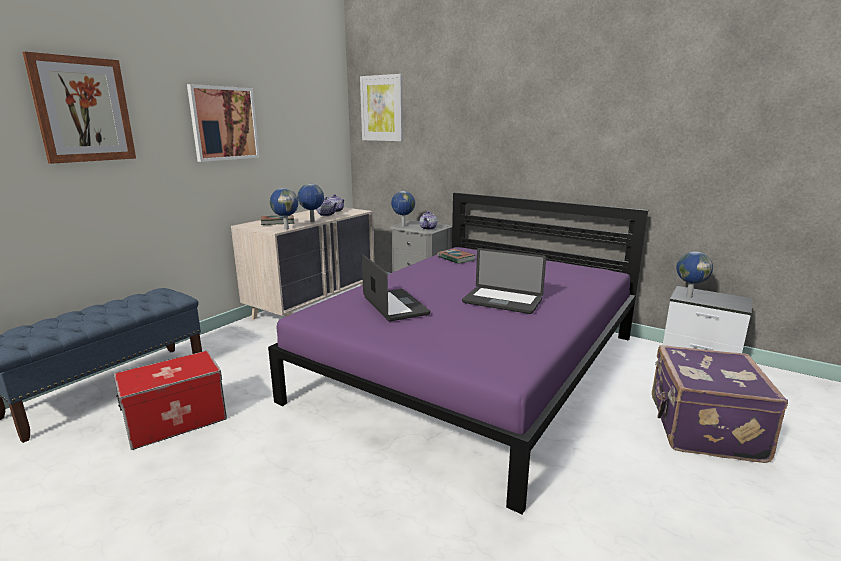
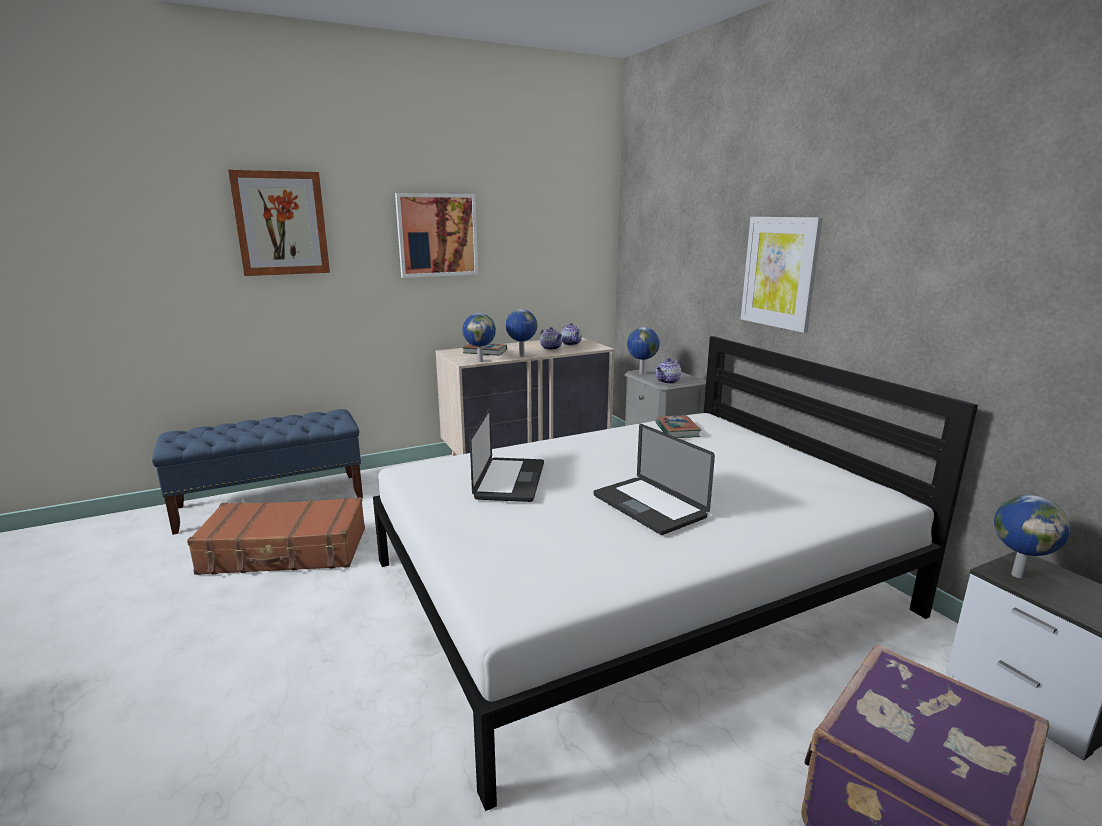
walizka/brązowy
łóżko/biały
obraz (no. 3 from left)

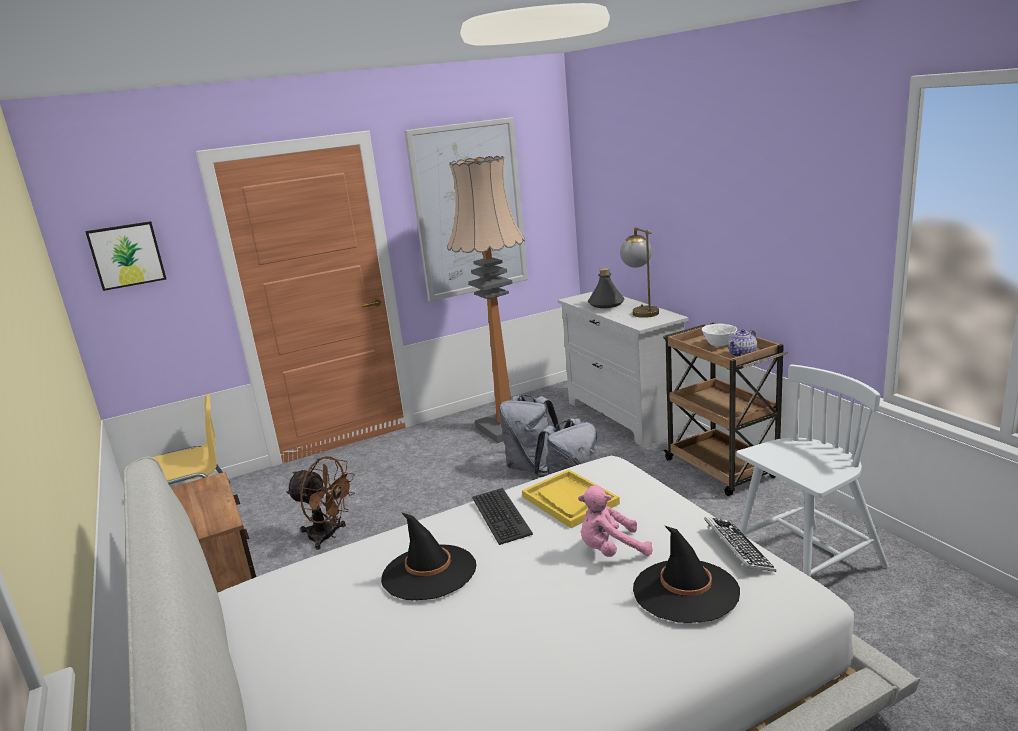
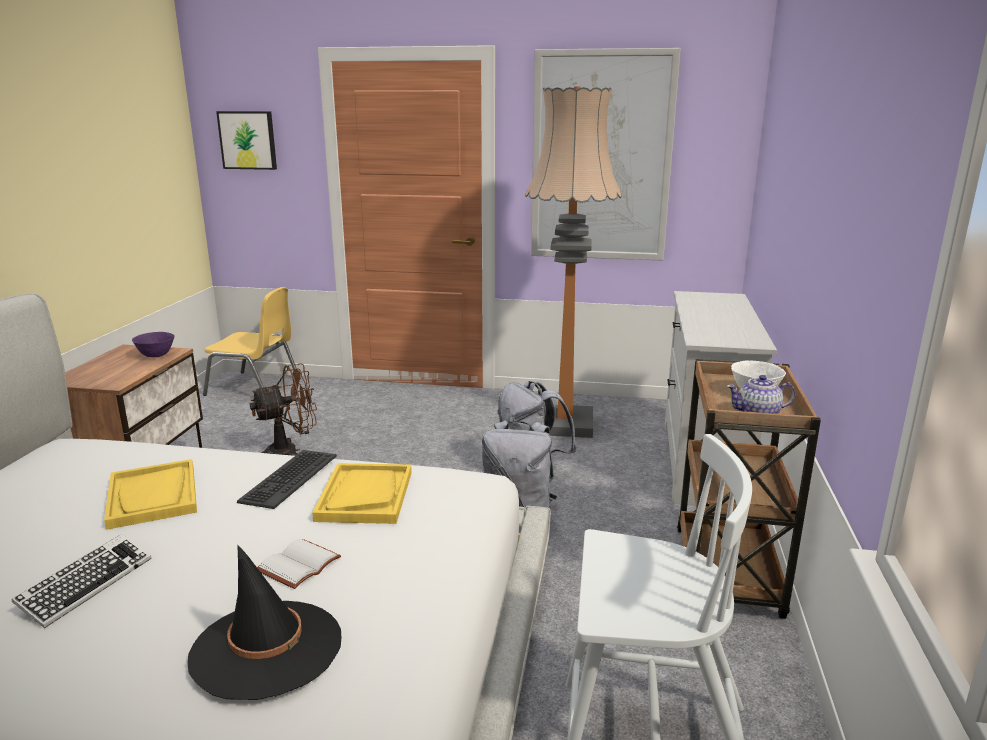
klawiatura (no. 1 from left)
taca/żółty (no. 1 from left)
miska/fioletowy
wentylator/brązowy
książka/biały
butelka/szary
lampa stołowa

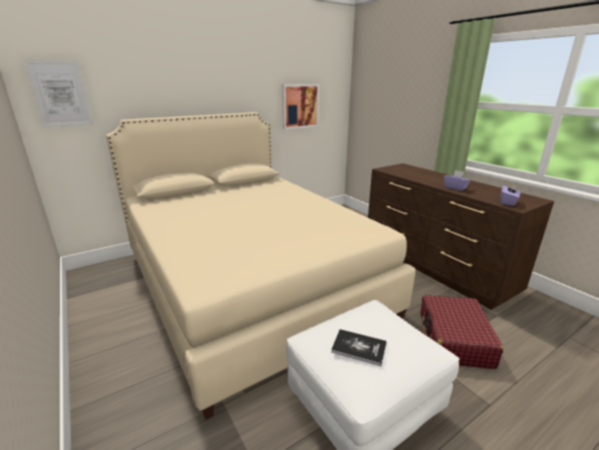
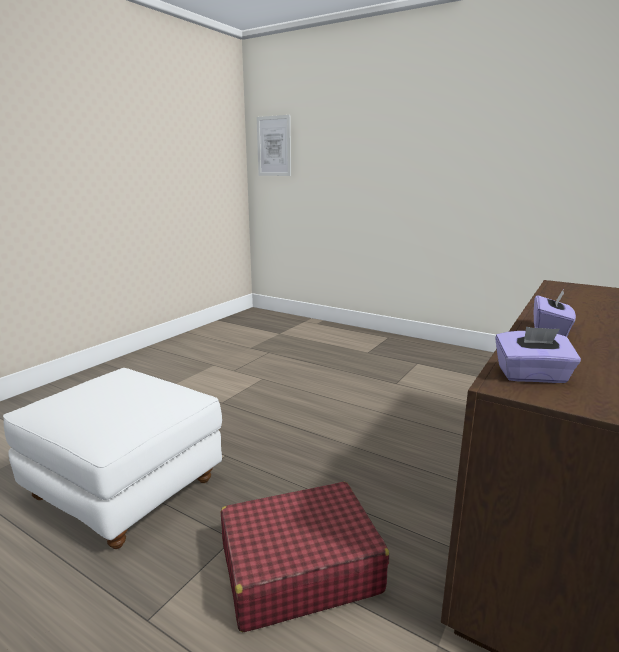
łóżko/beżowy
obraz (no. 2 from left in the first image)
książka

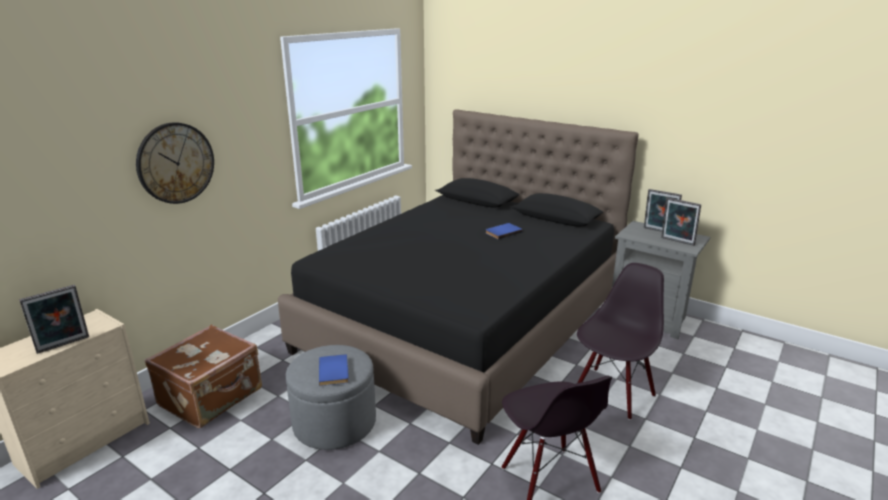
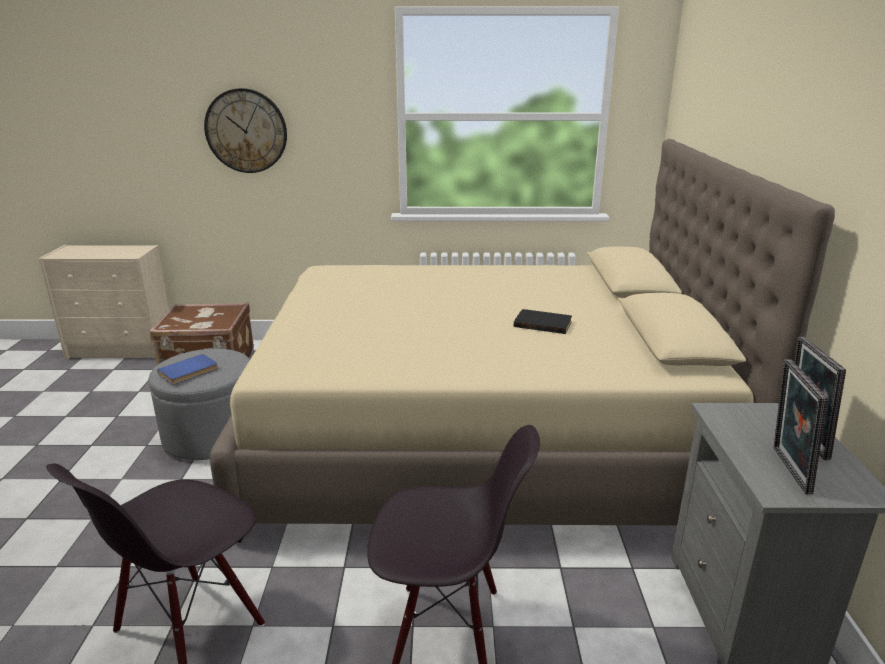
łóżko/beżowy
książka/czarny
ramka na zdjęcie (no. 1 from left in the first image)

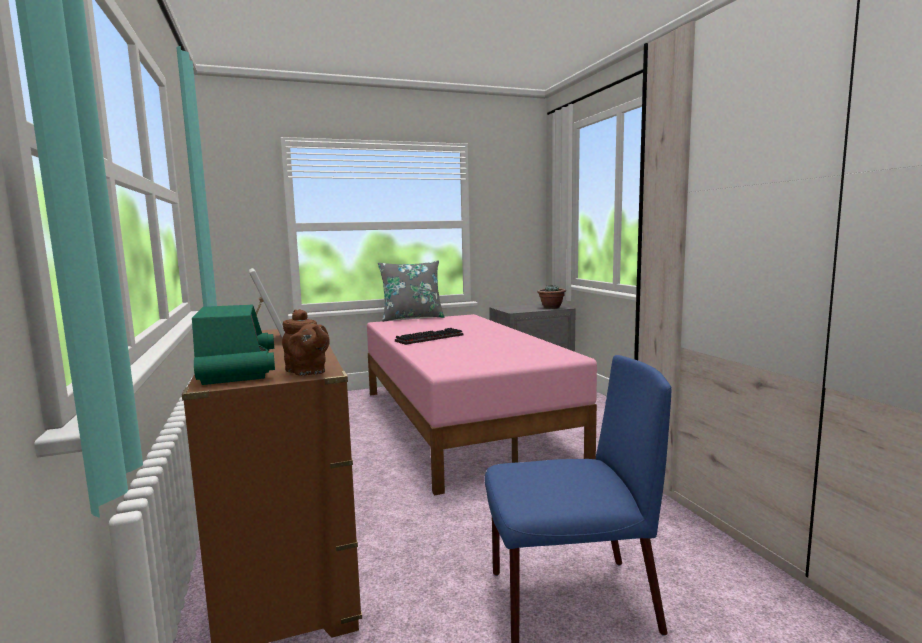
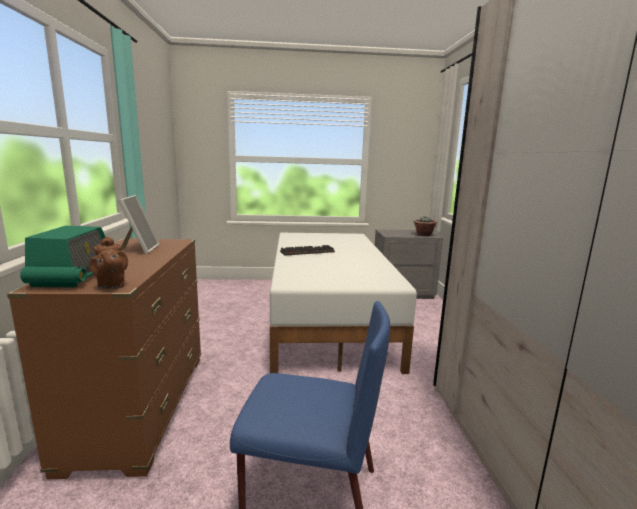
łóżko/biały
poduszka/szary

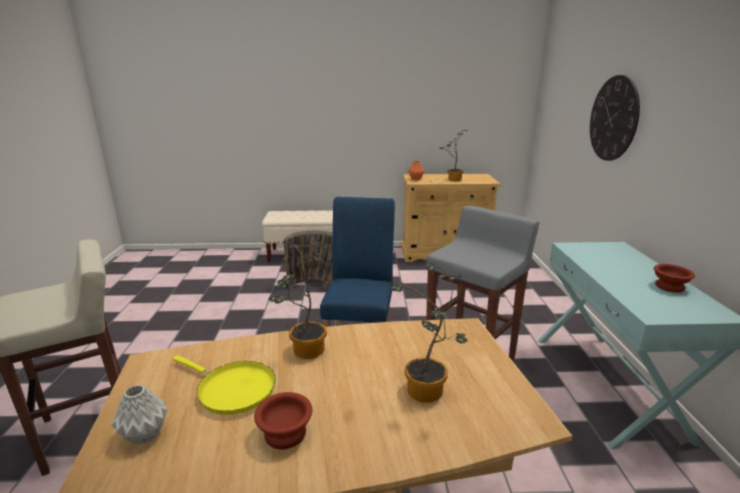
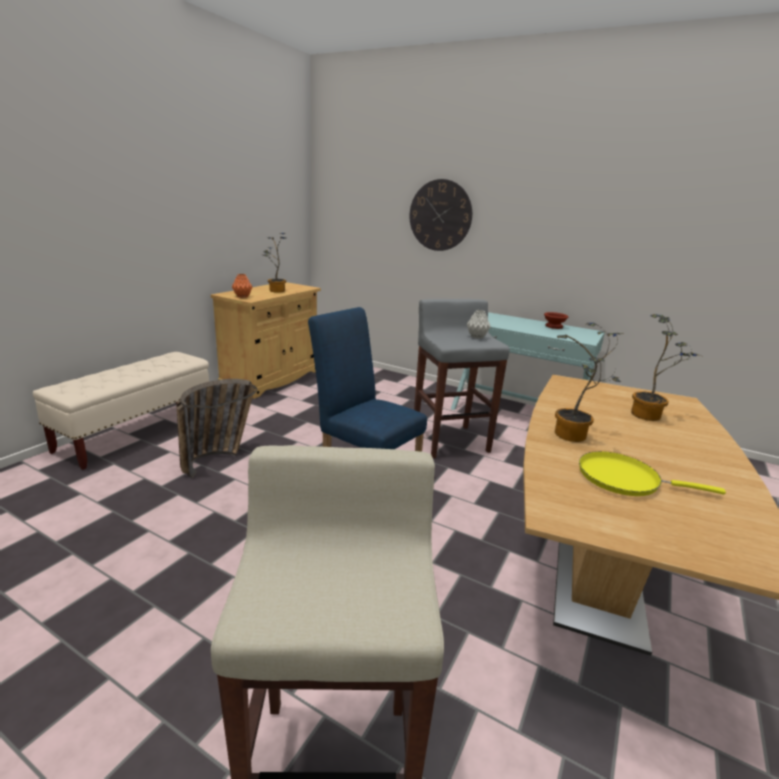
wazon/szary
patelnia/żółty
miska/brązowy (no. 1 from left in the first image)

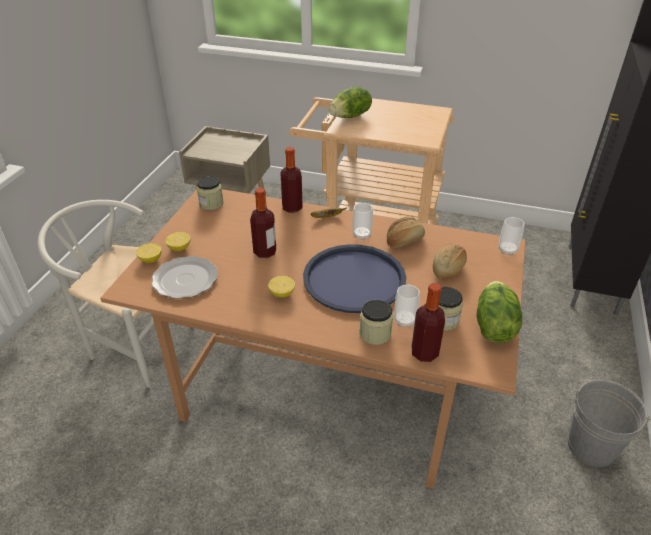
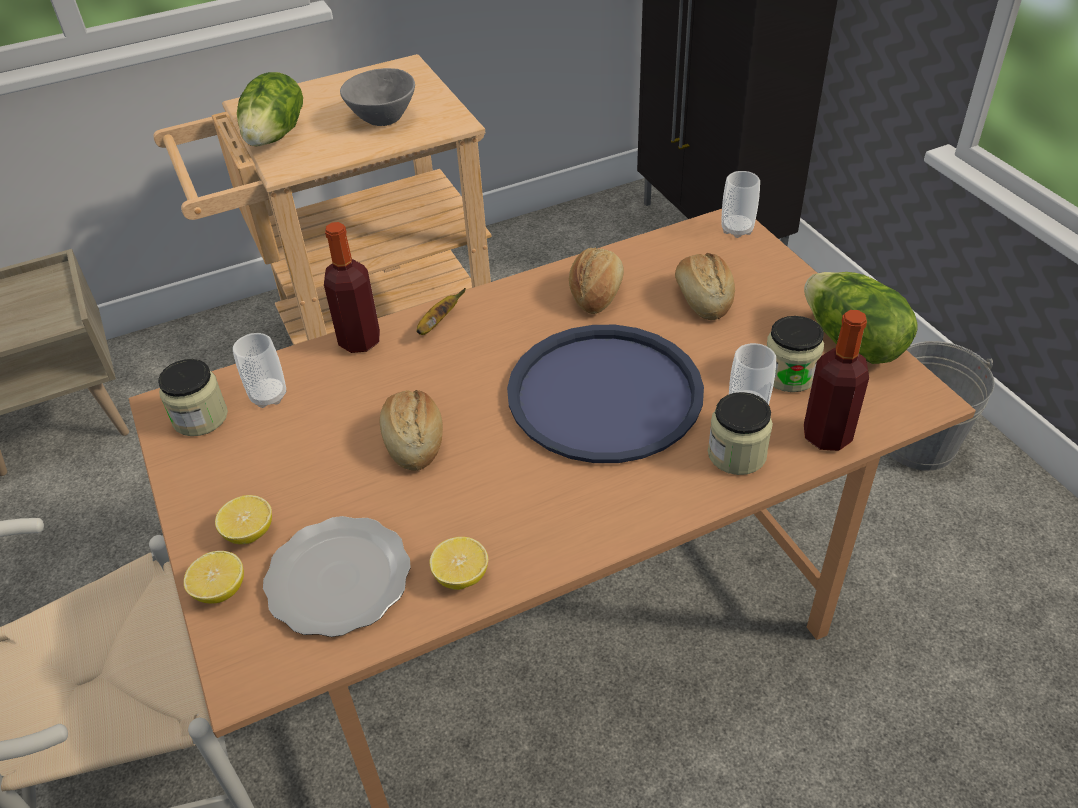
filiżanka (no. 1 from left)
miska/szary
chleb (no. 1 from left)
cytryna (no. 3 from left)

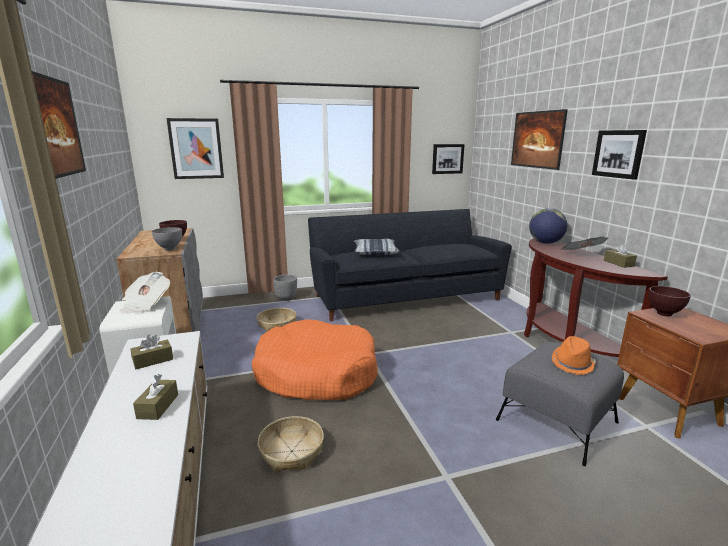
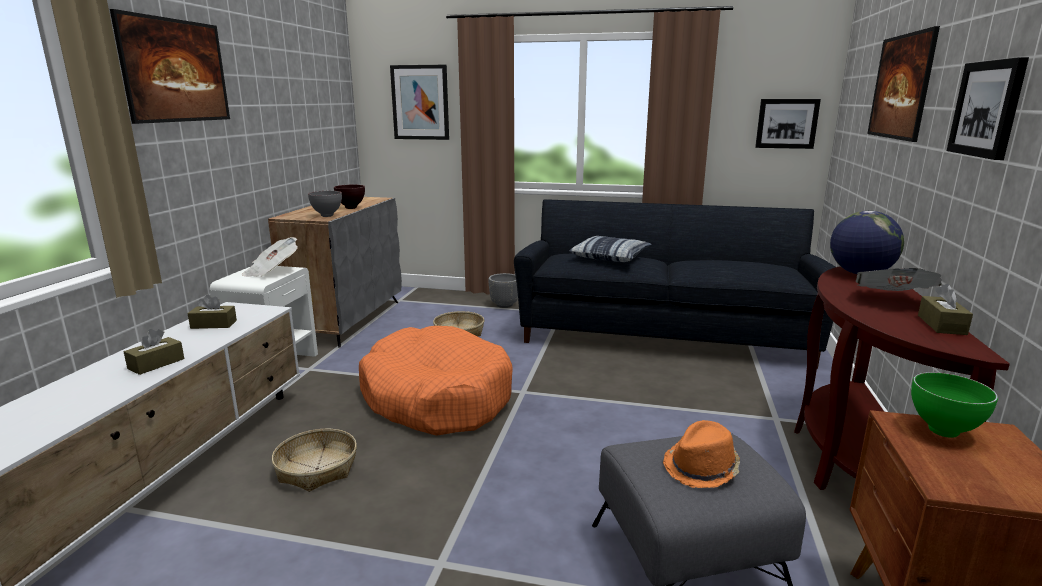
miska/zielony

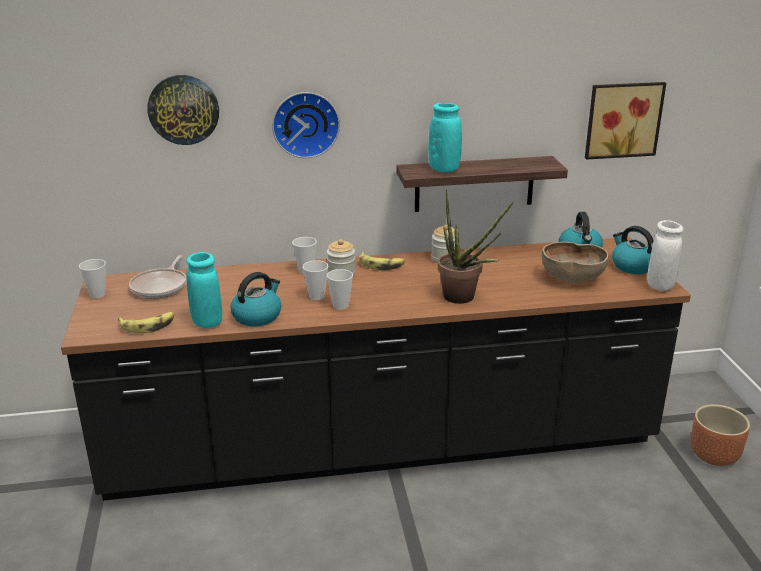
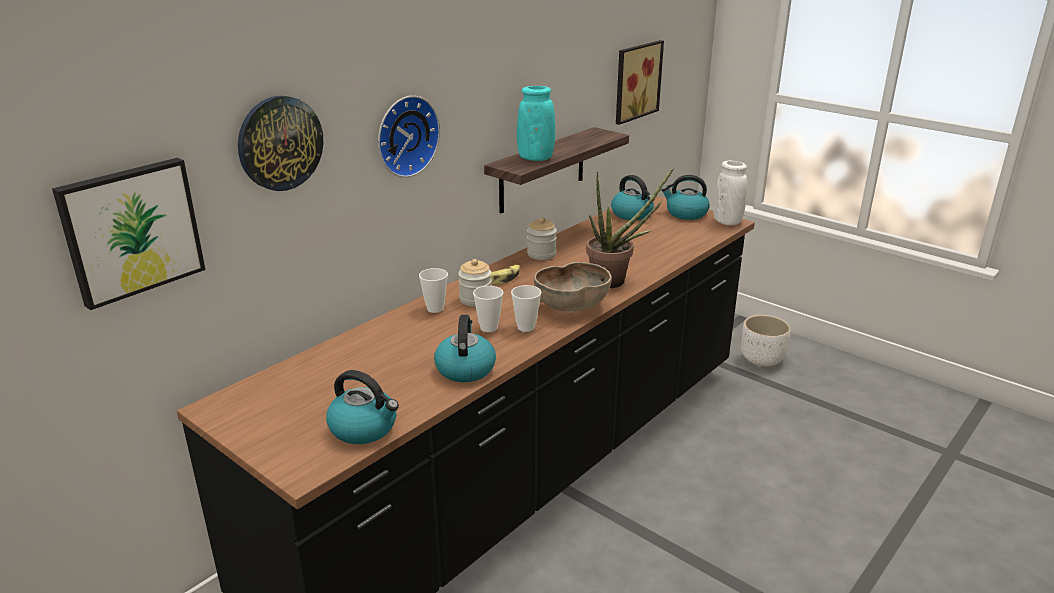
obraz (no. 1 from left)
czajnik (no. 1 from left)
miska/brązowy
donica/biały
filiżanka (no. 1 from left in the first image)
patelnia
wazon/turkusowy (no. 1 from left in the first image)

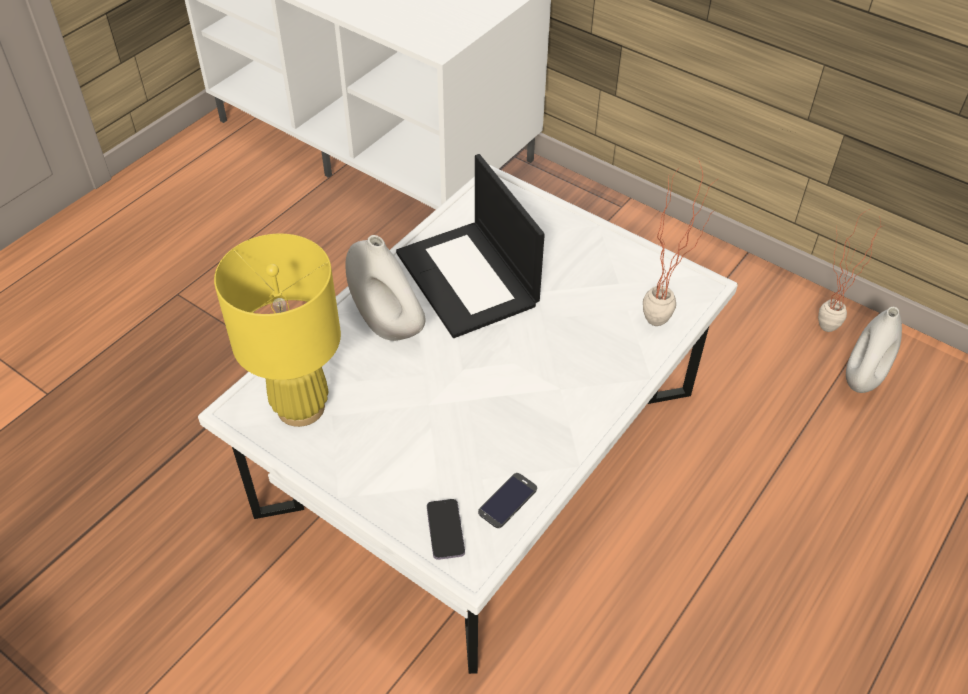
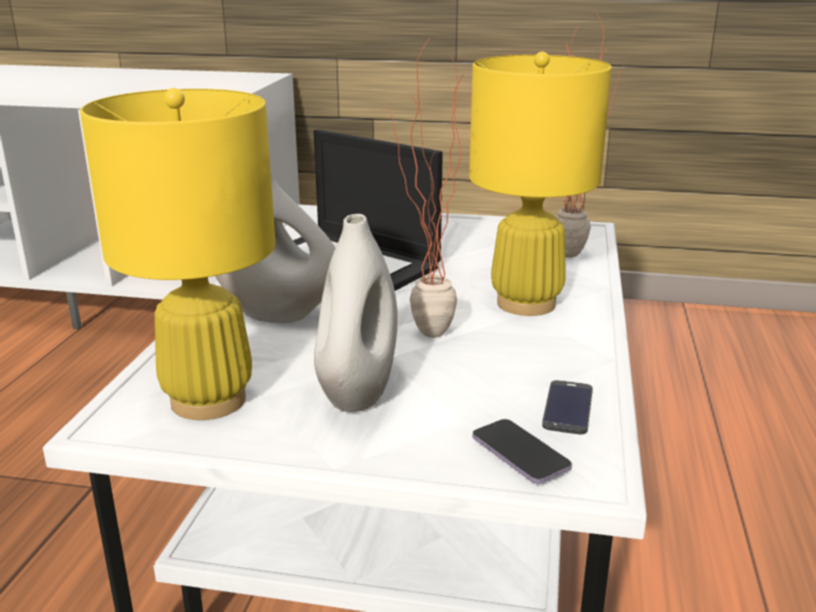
wazon/biały (no. 2 from left)
roślina doniczkowa (no. 1 from left)
lampa stołowa/żółty (no. 2 from left)

